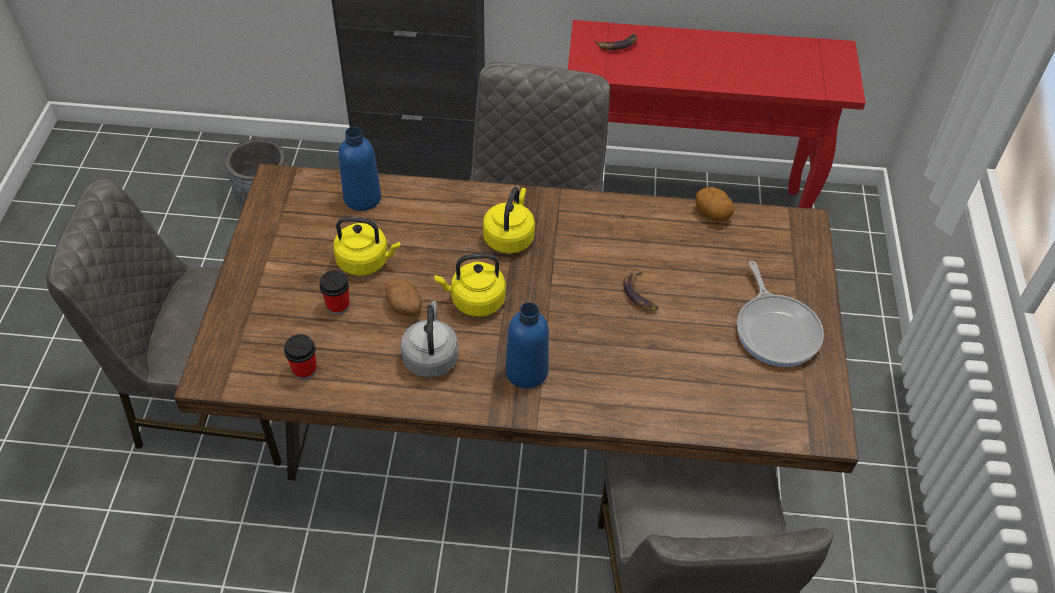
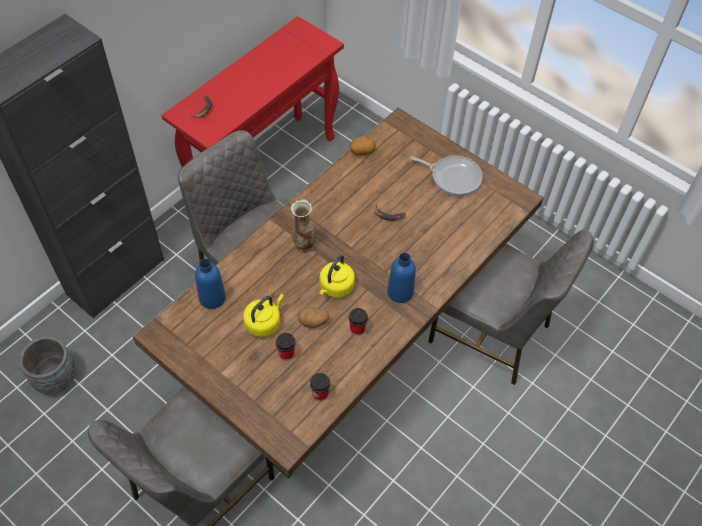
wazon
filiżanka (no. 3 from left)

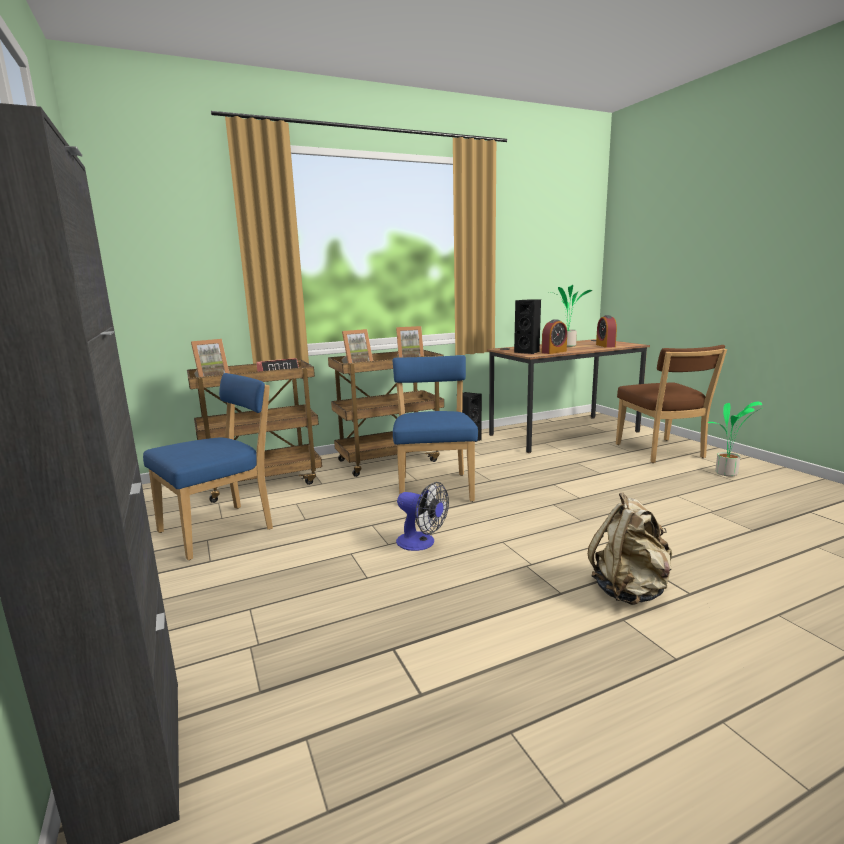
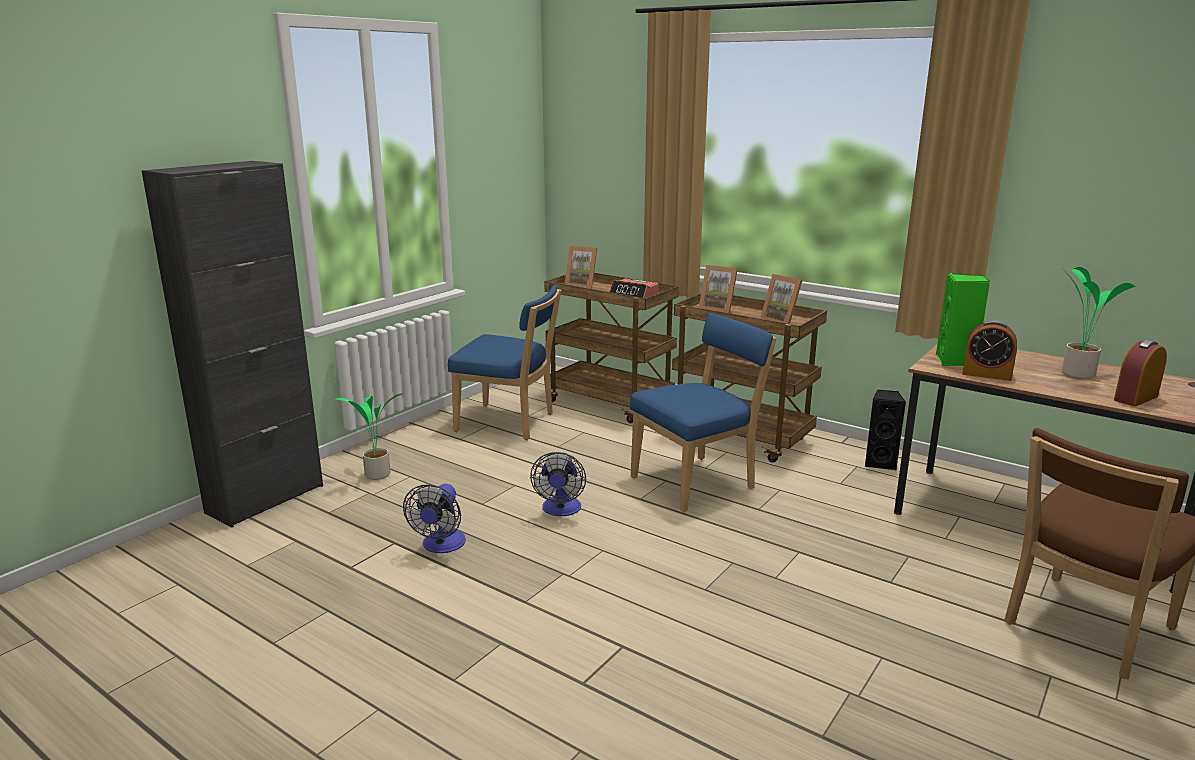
roślina doniczkowa (no. 1 from left)
wentylator (no. 1 from left)
głośnik/zielony
plecak/beżowy

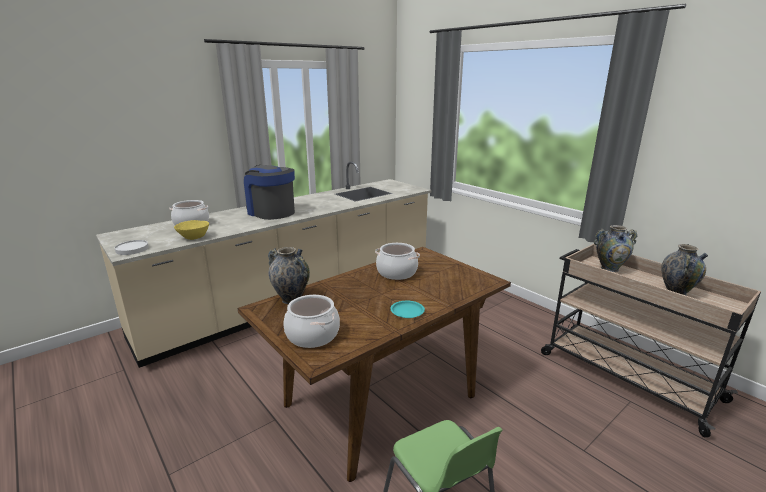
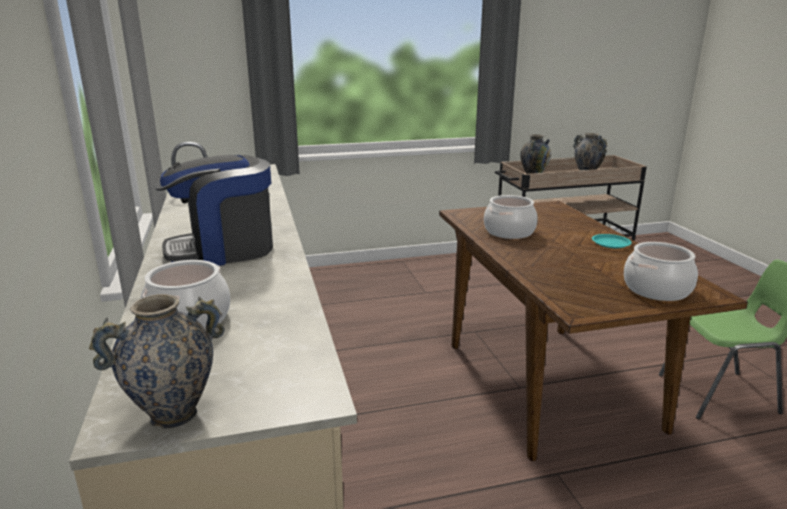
wazon (no. 1 from left)
talerz/biały
miska/żółty

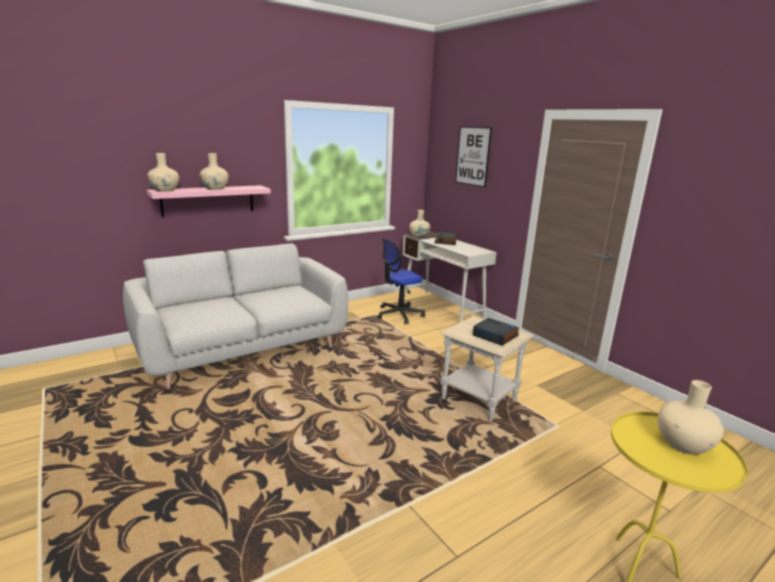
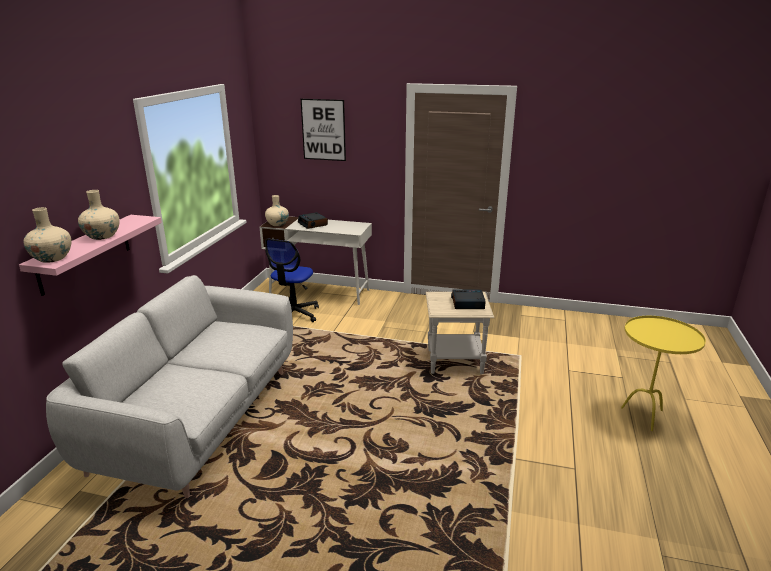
wazon/beżowy (no. 4 from left in the first image)

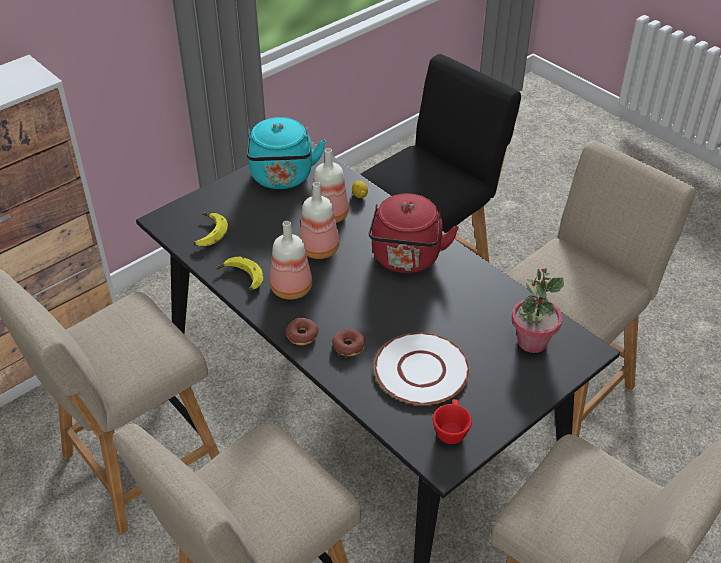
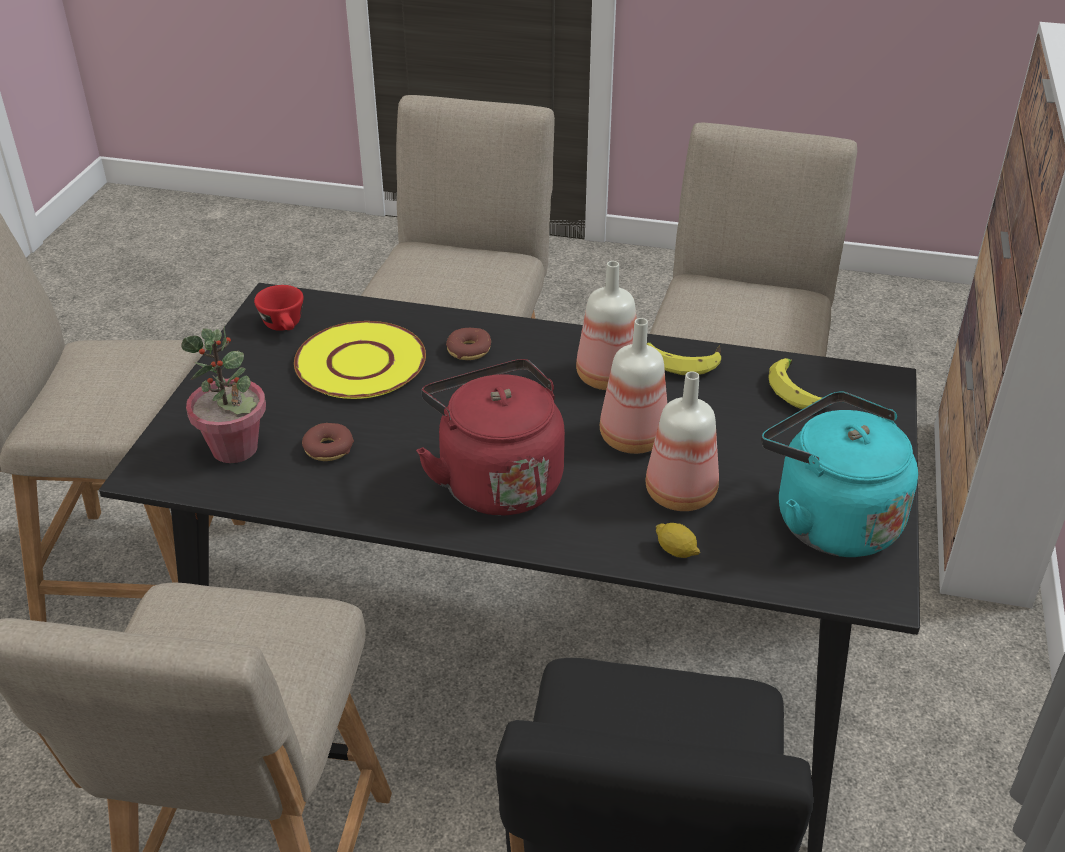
talerz/żółty
donut (no. 1 from left)

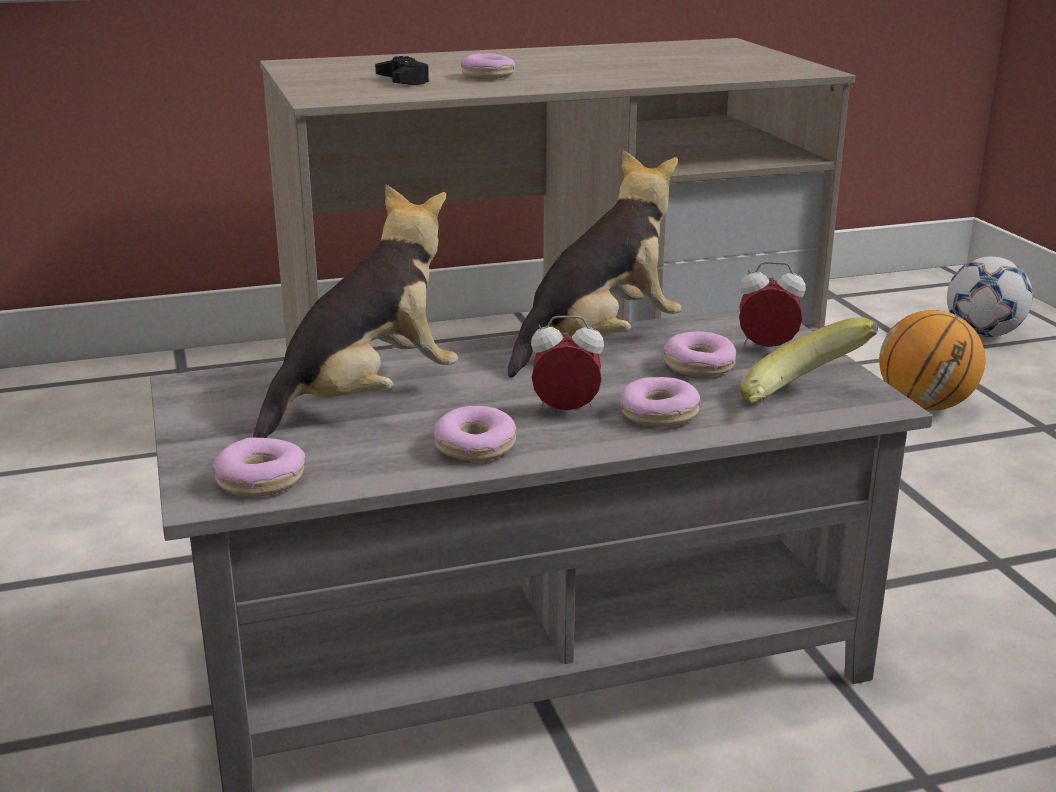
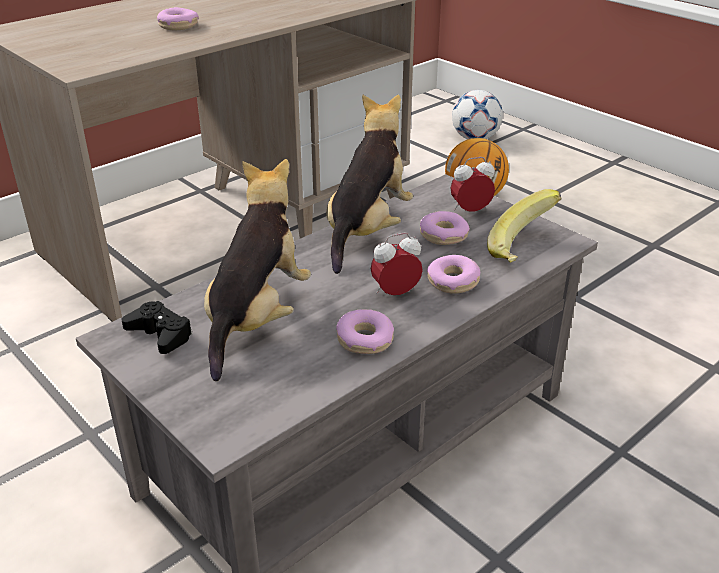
pad do gier/czarny
donut (no. 1 from left in the first image)

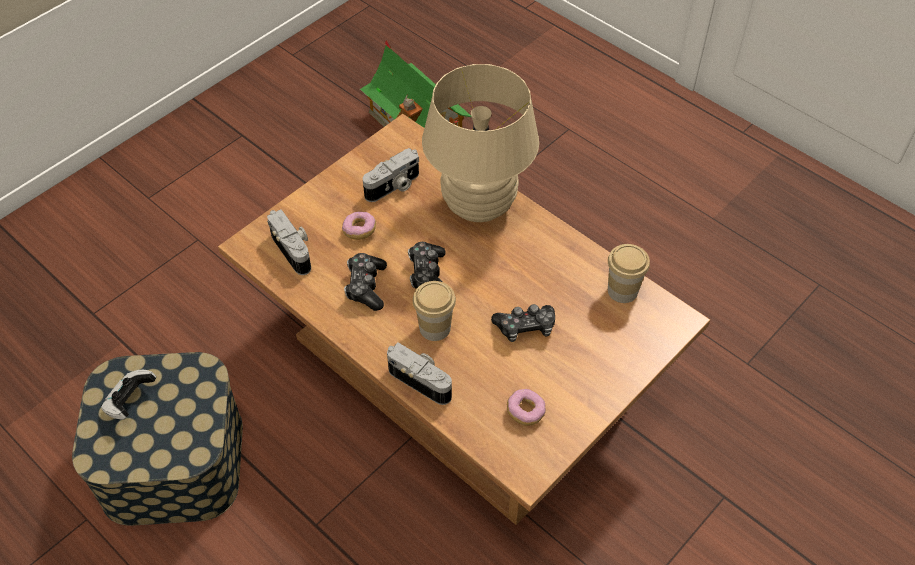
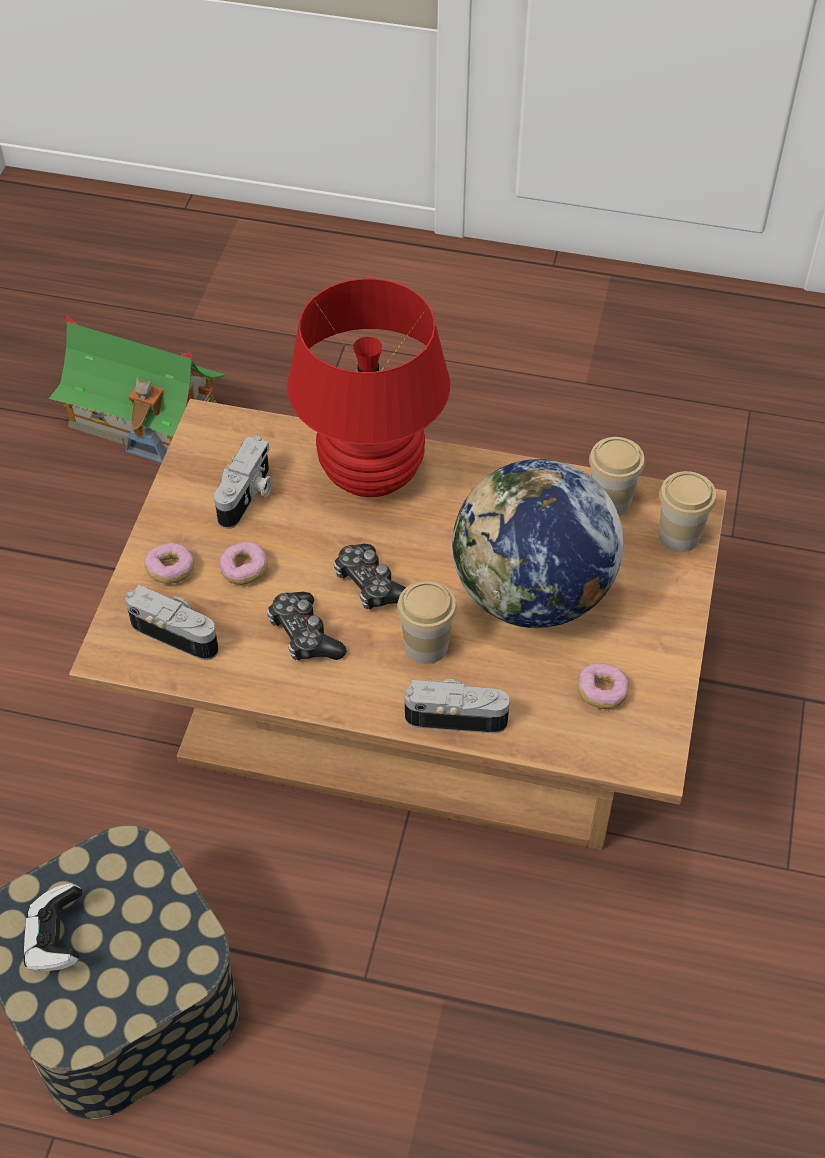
donut (no. 1 from left)
lampa stołowa/czerwony
globus
filiżanka (no. 3 from left)

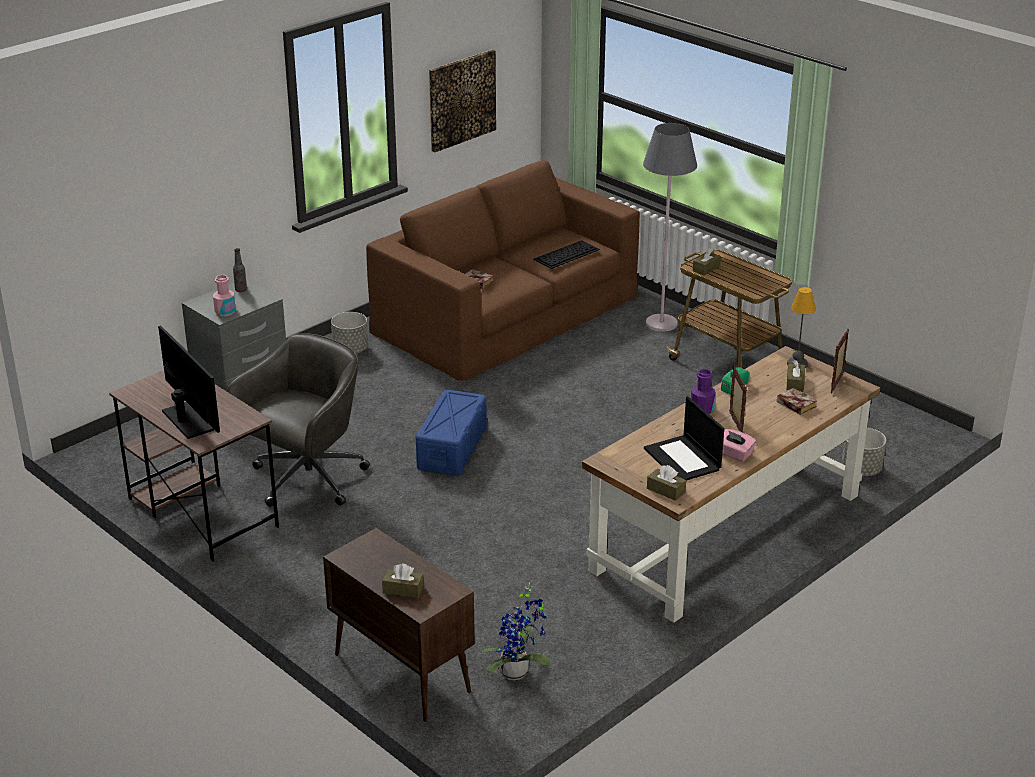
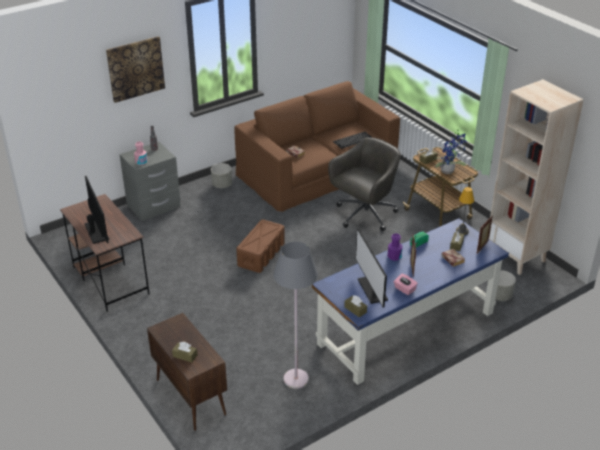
obraz
pojemnik do przechowywania/brązowy
lampa stojąca/szary
biurko/niebieski
krzesło biurowe/szary
monitor (no. 2 from left)
roślina doniczkowa
regał/beżowy

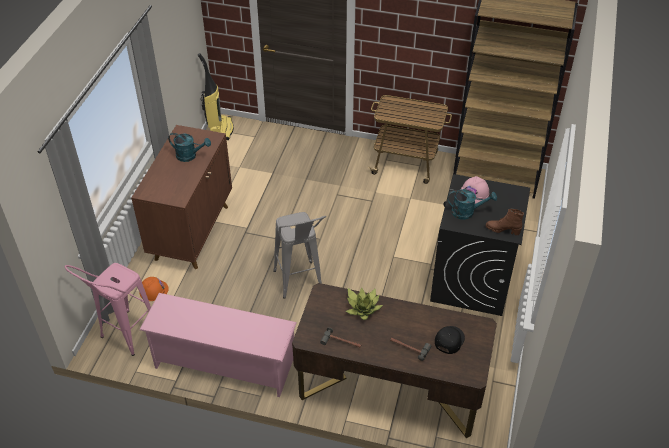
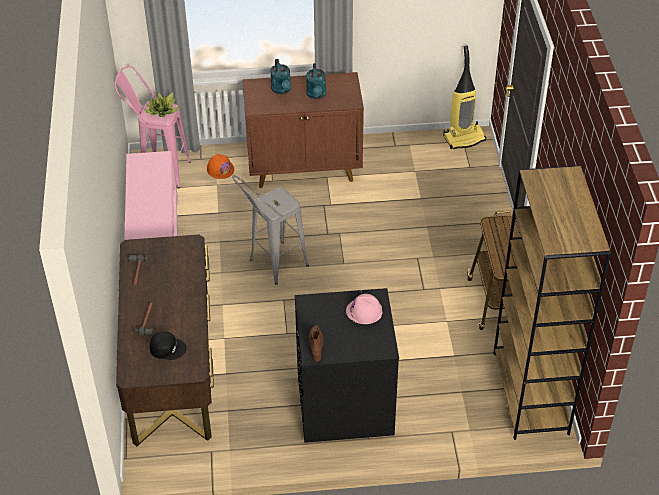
roślina doniczkowa
konewka/turkusowy (no. 1 from left)

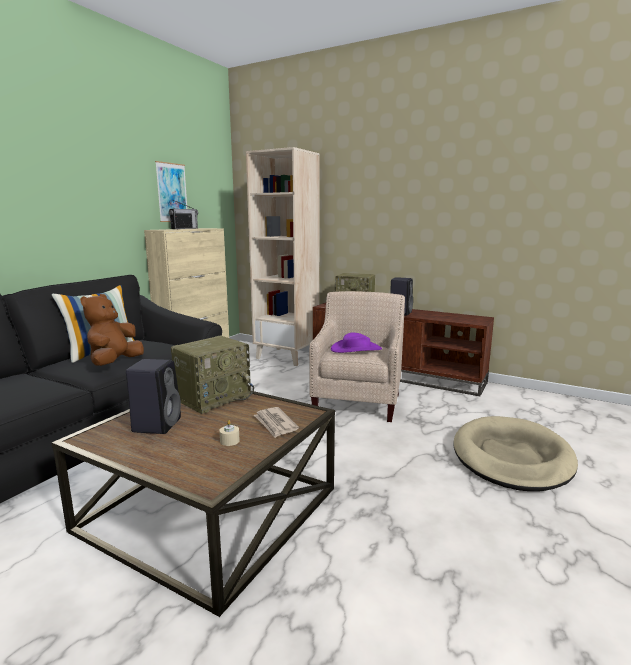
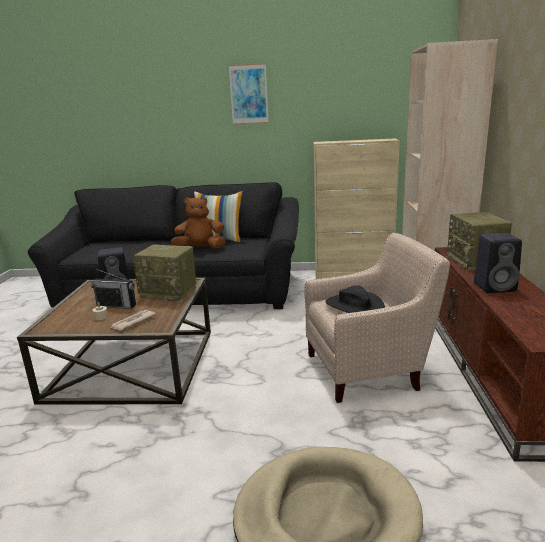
radio (no. 1 from left)
obraz
kapelusz/czarny

